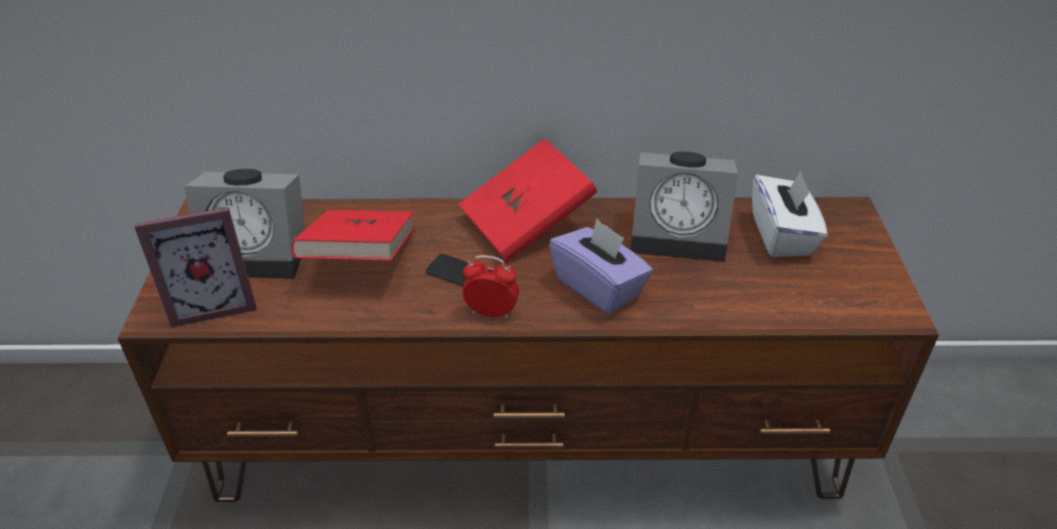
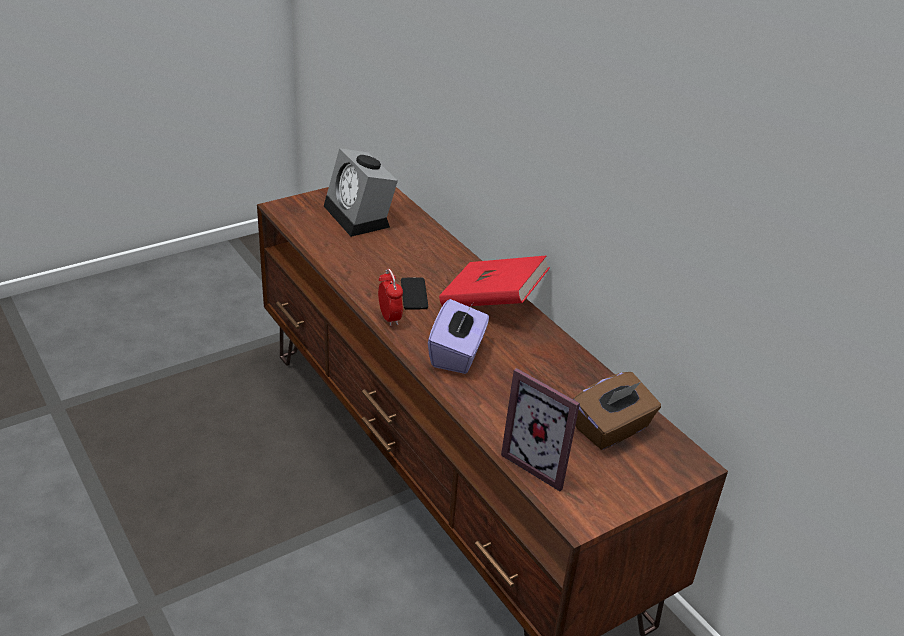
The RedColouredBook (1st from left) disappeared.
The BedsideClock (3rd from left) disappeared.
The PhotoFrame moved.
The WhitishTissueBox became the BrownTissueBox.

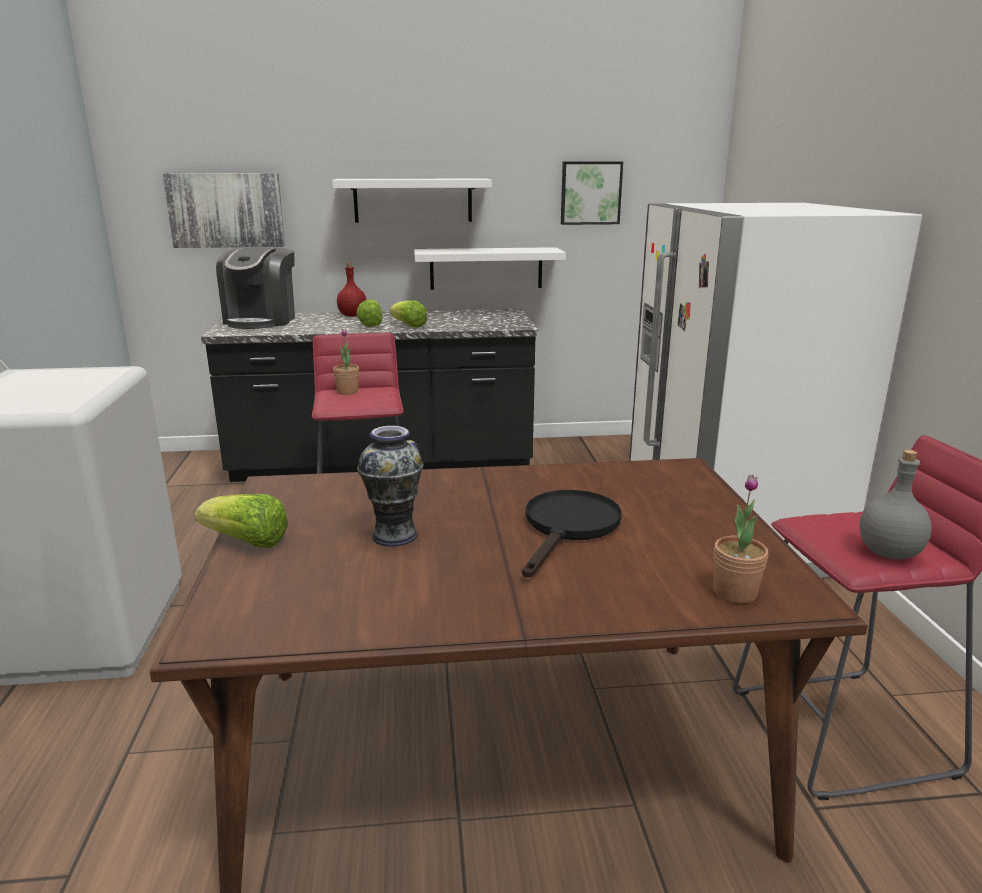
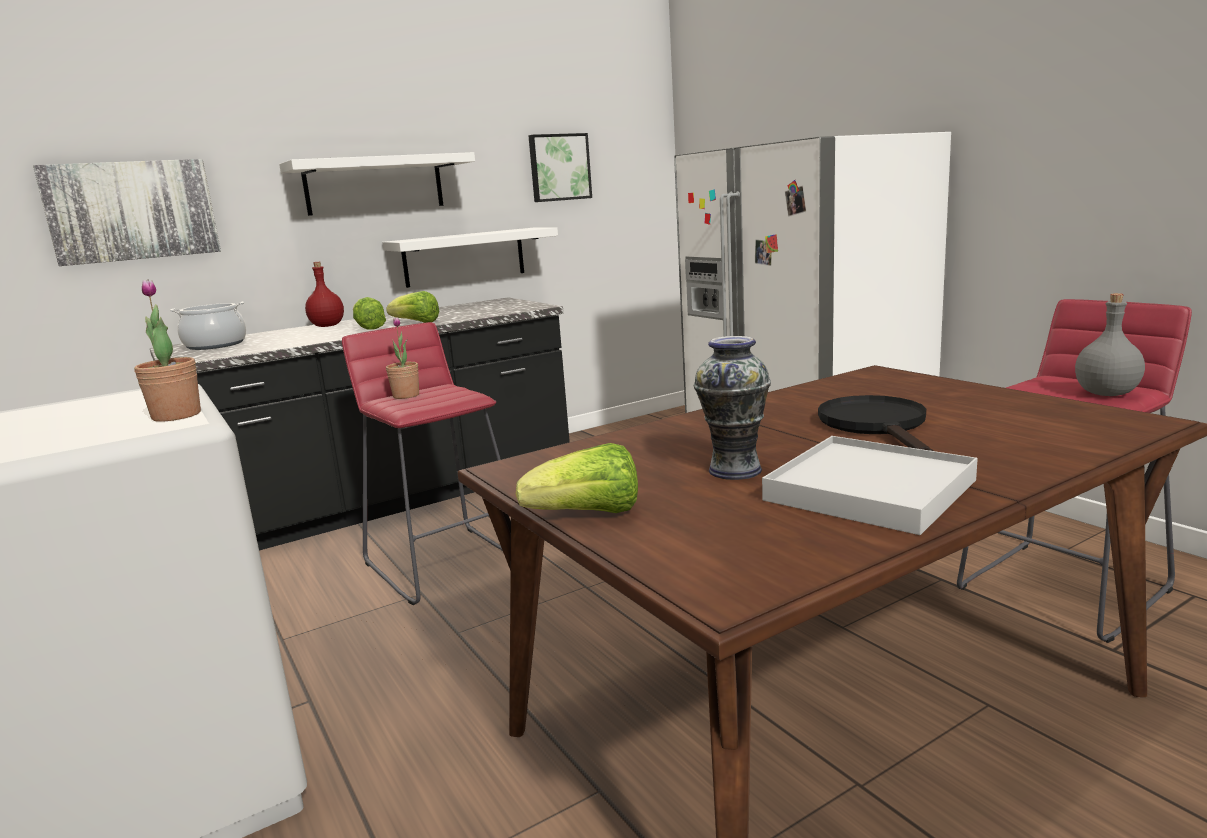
The WhitishTray appeared.
The PlantInAPot (2nd from left in the first image) moved.
The CoffeeMachine was replaced by the Saucepot.

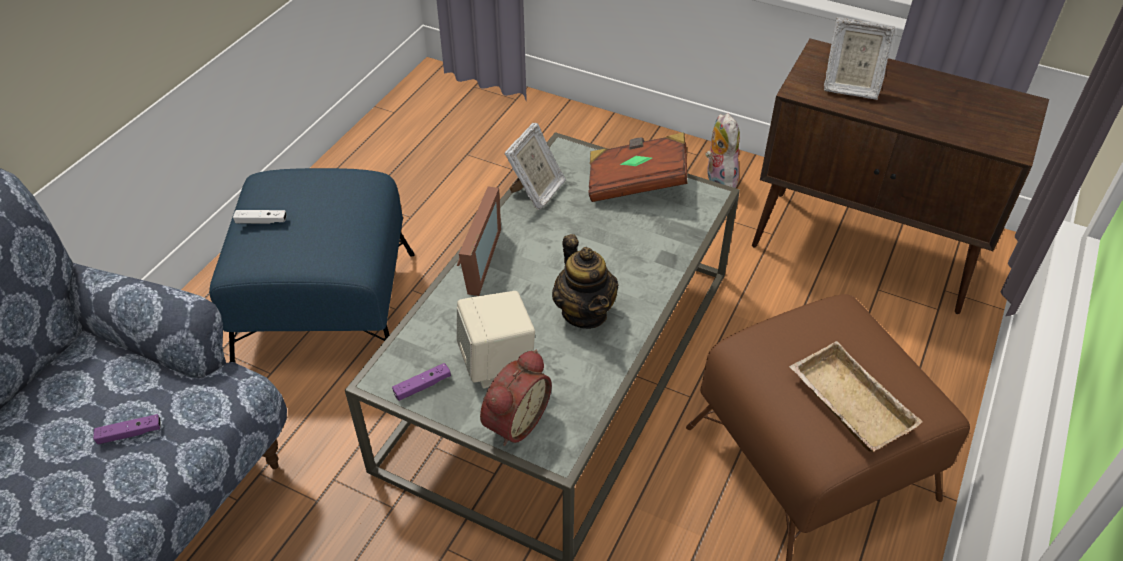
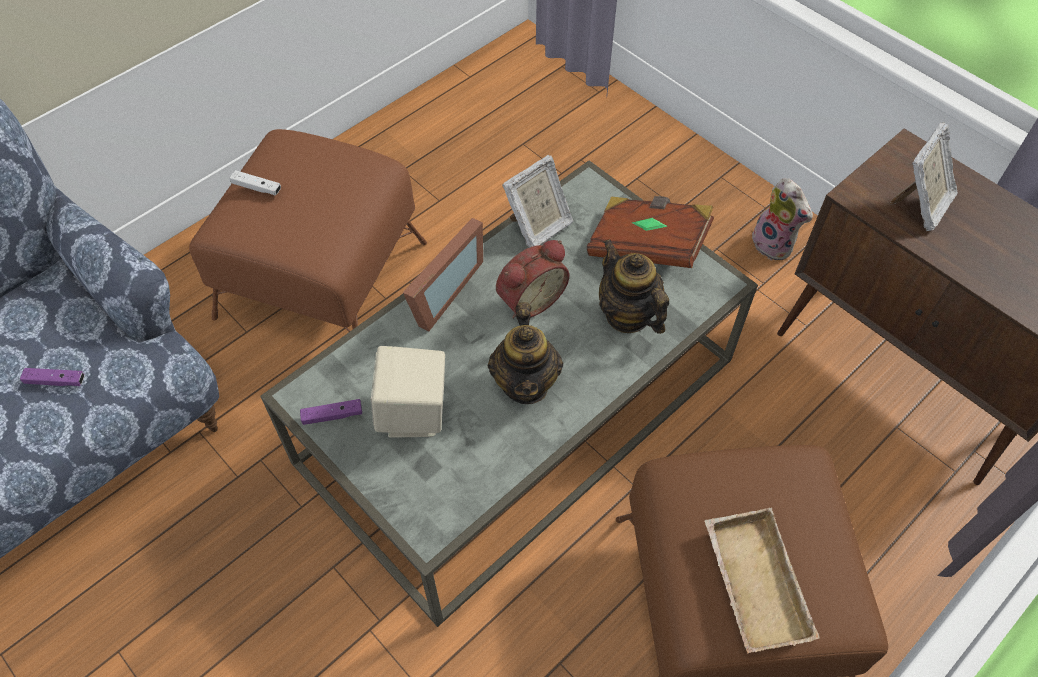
The Teapot (2nd from left) appeared.
The BedsideClock moved.
The BlueColouredPouffe became the BrownPouffe (1st from left).
The SoftToy turned 135 degrees clockwise.
The PhotoFrame (3rd from left) turned 90 degrees counterclockwise.

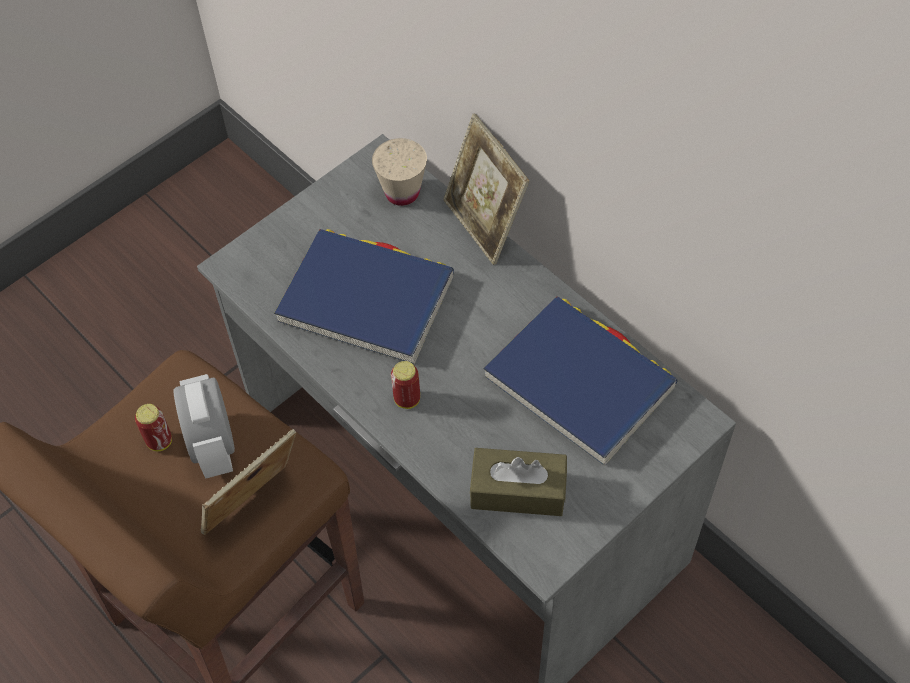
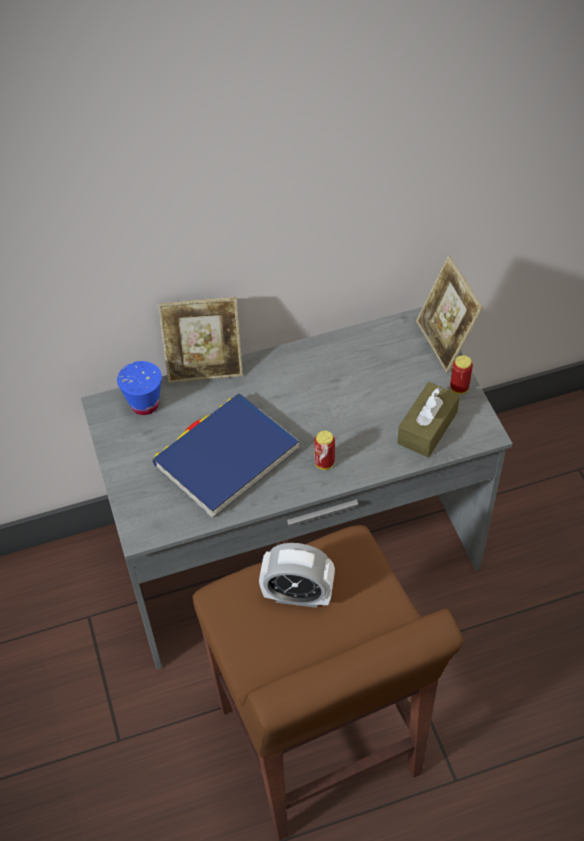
The BlueColouredBook (2nd from left) disappeared.
The MetalCan (1st from left in the first image) moved.
The PhotoFrame (1st from left in the first image) moved.
The SandColouredDrinkingCup became the BlueColouredDrinkingCup.

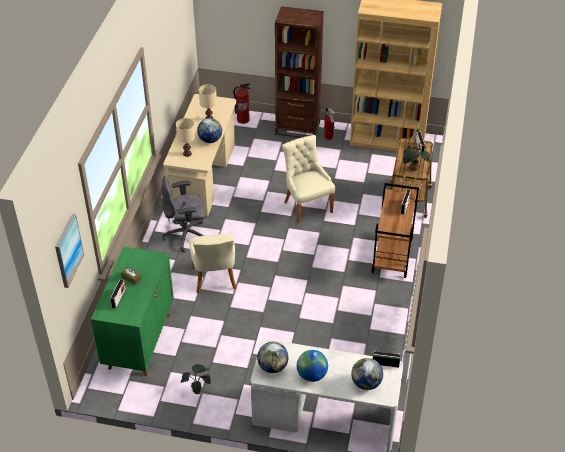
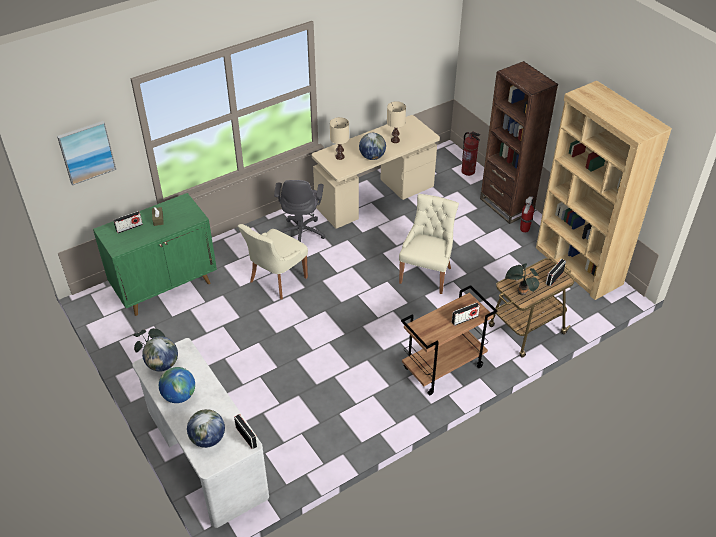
The GreyOfficeChair turned 120 degrees counterclockwise.

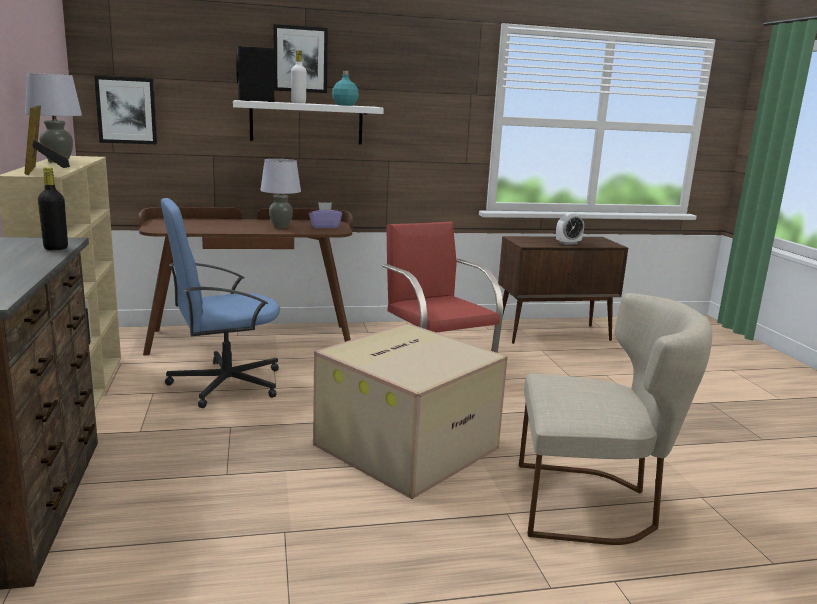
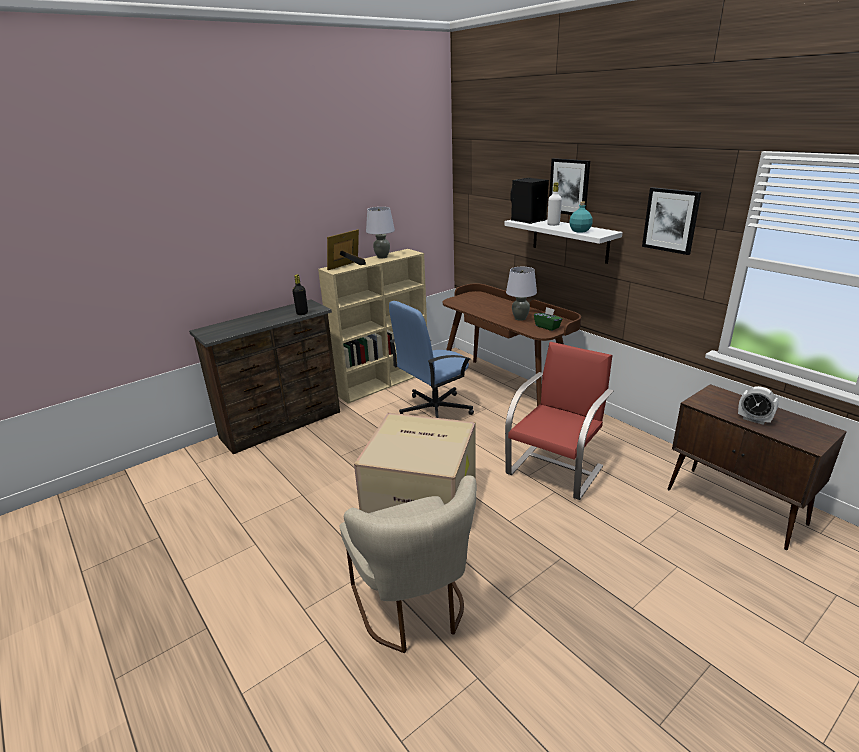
The WallArt (1st from left in the first image) moved.
The PurpleTissueBox became the GreenTissueBox.
The BlueColouredOfficeChair turned 75 degrees counterclockwise.

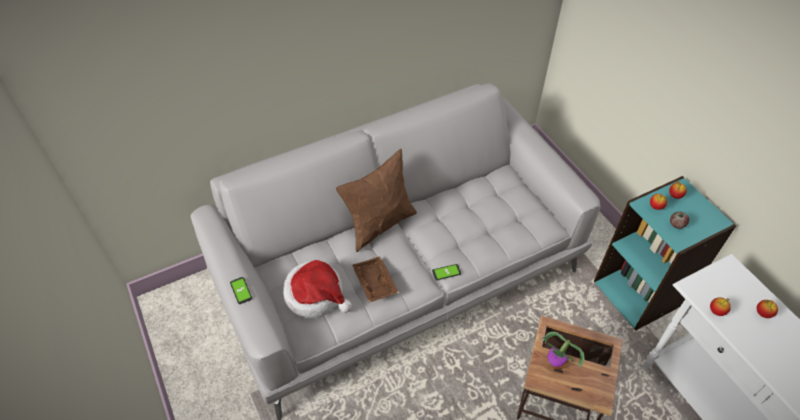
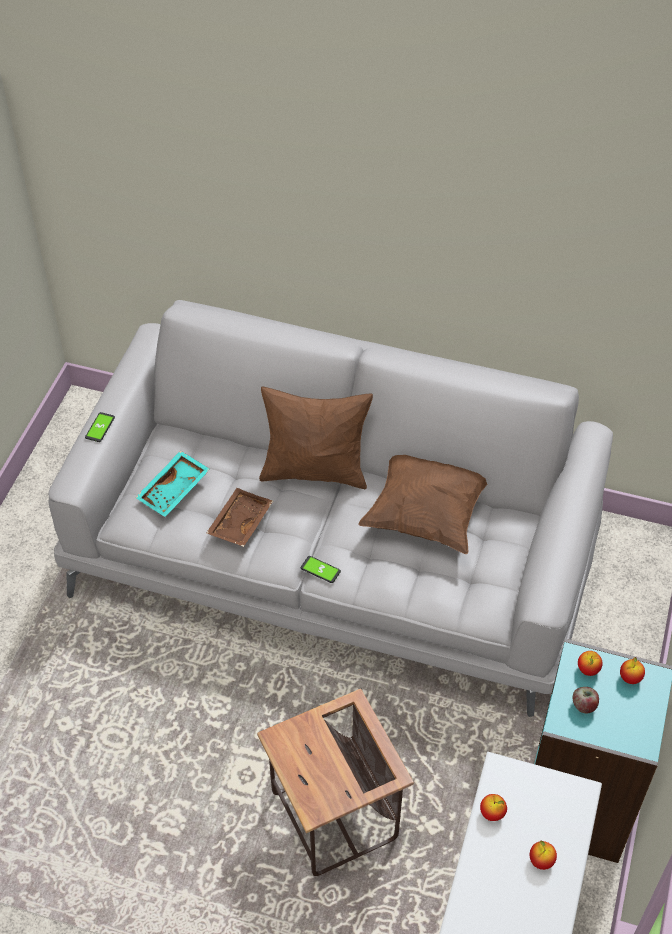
The PlantInAPot disappeared.
The BrownPillow (2nd from left) appeared.
The WearableHat was replaced by the TurquoiseTray.

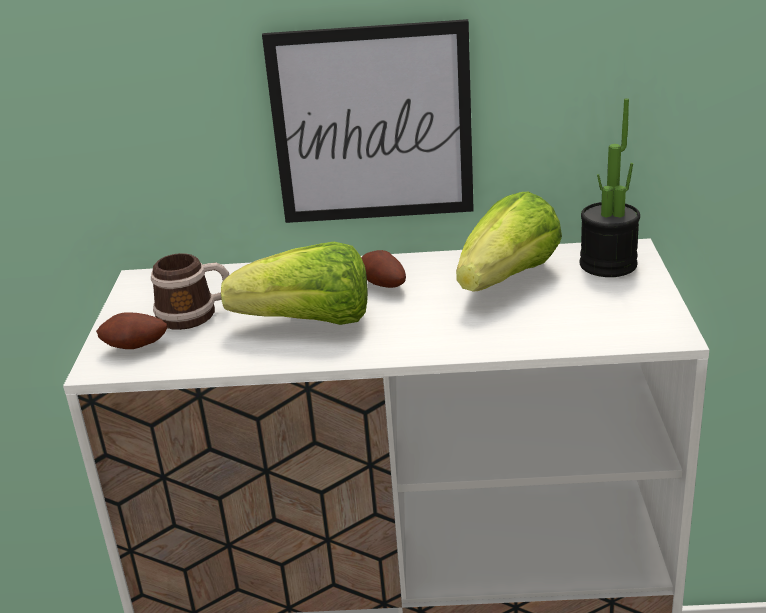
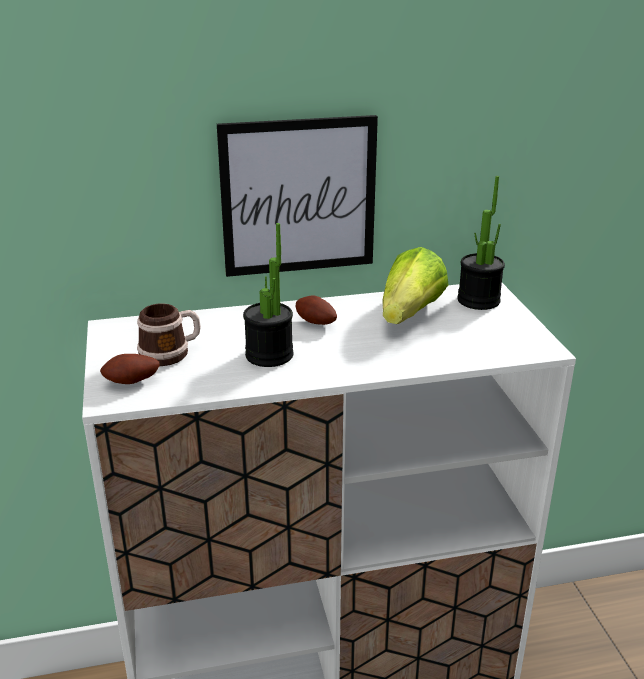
The LettuceHead (1st from left) was replaced by the PlantInAPot (1st from left).

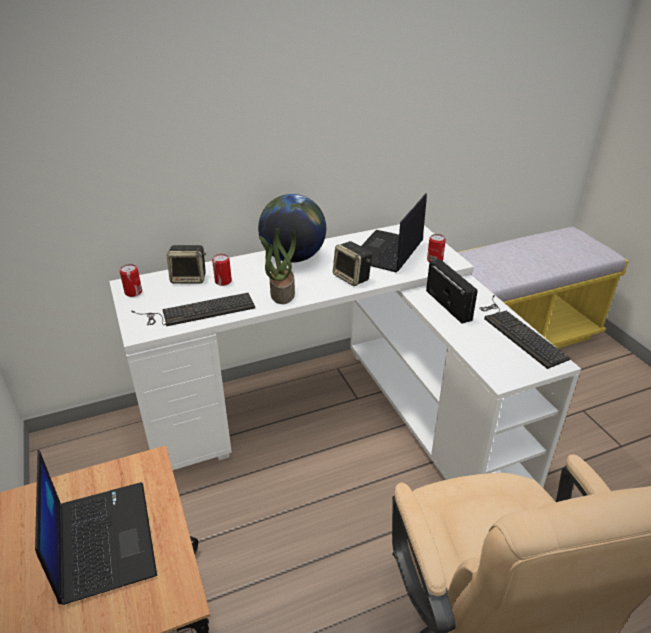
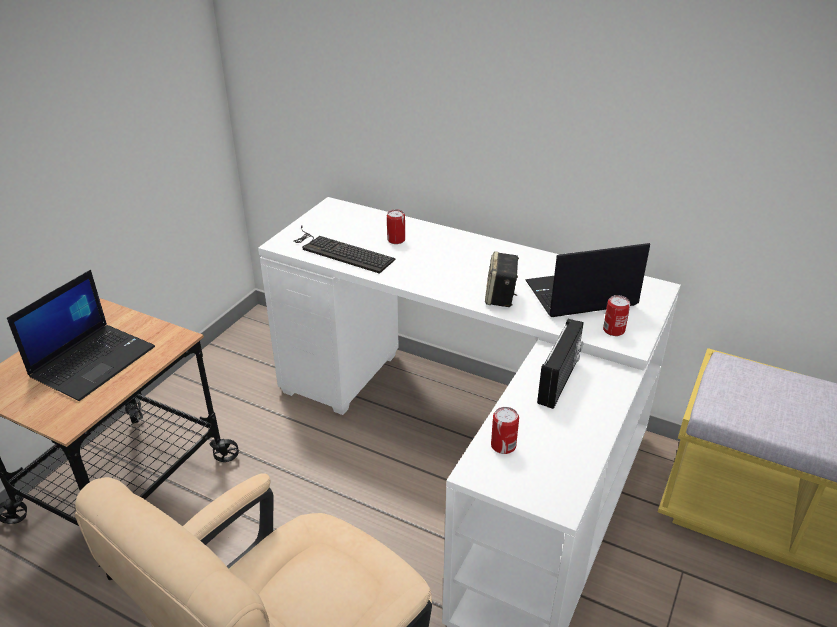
The Loudspeaker (1st from left) disappeared.
The Globe disappeared.
The PlantInAPot disappeared.
The PcKeyboard (2nd from left) disappeared.
The MetalCan (1st from left in the first image) moved.

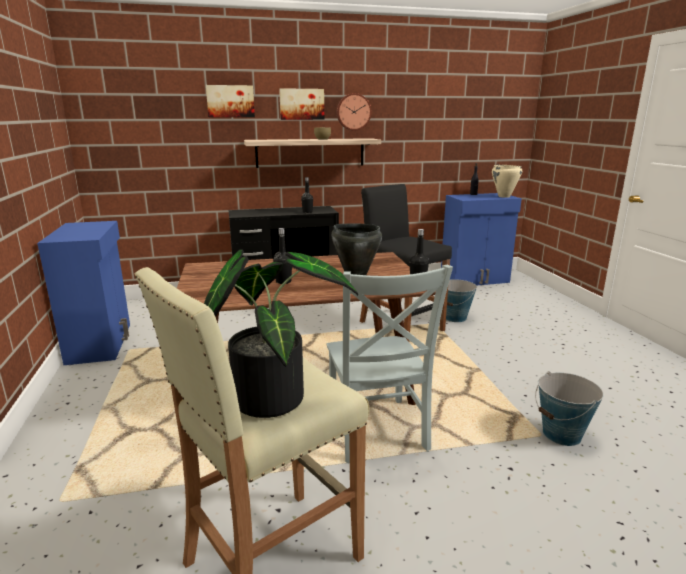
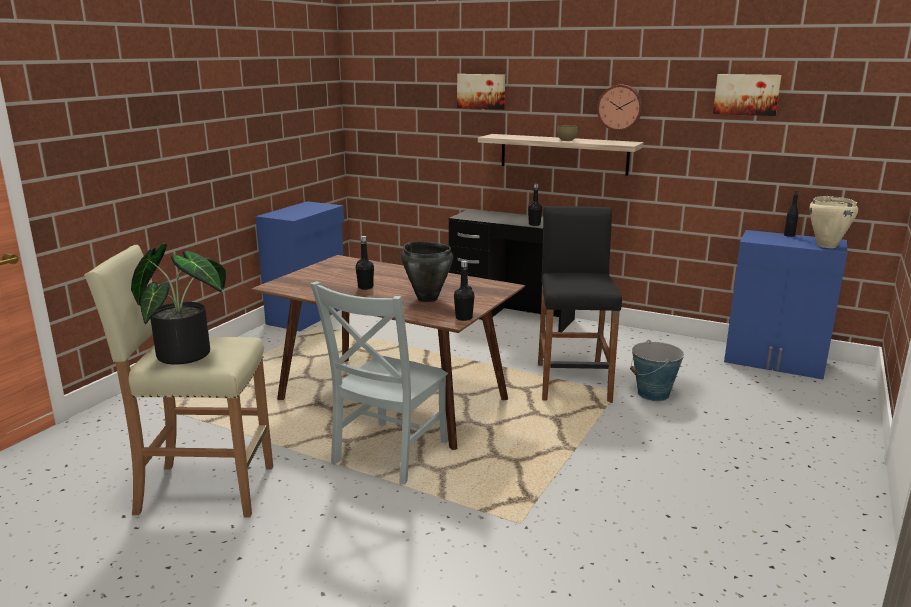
The Bucket (2nd from left) disappeared.
The WallArt (2nd from left) moved.

